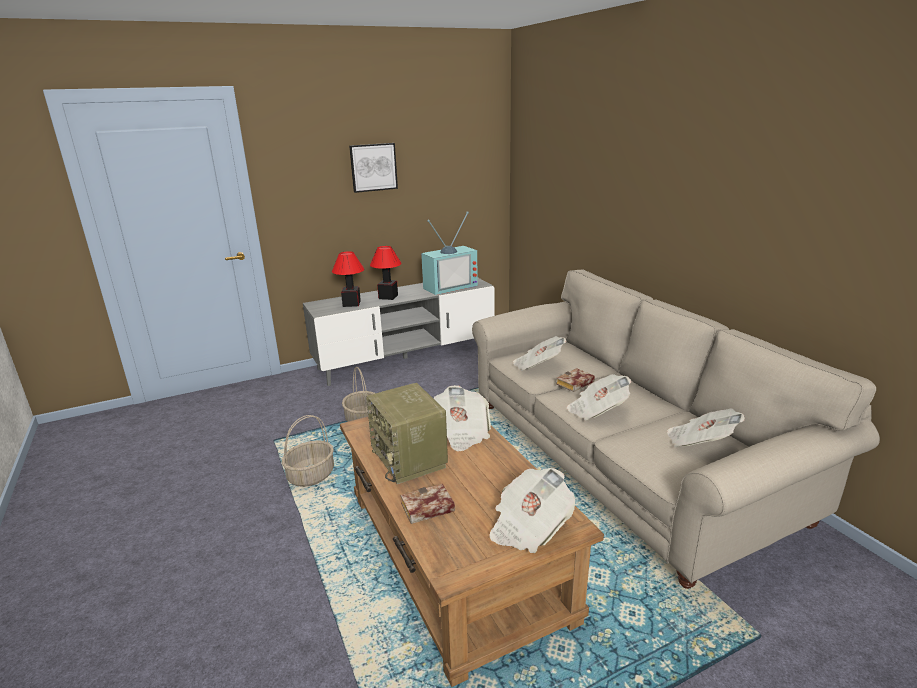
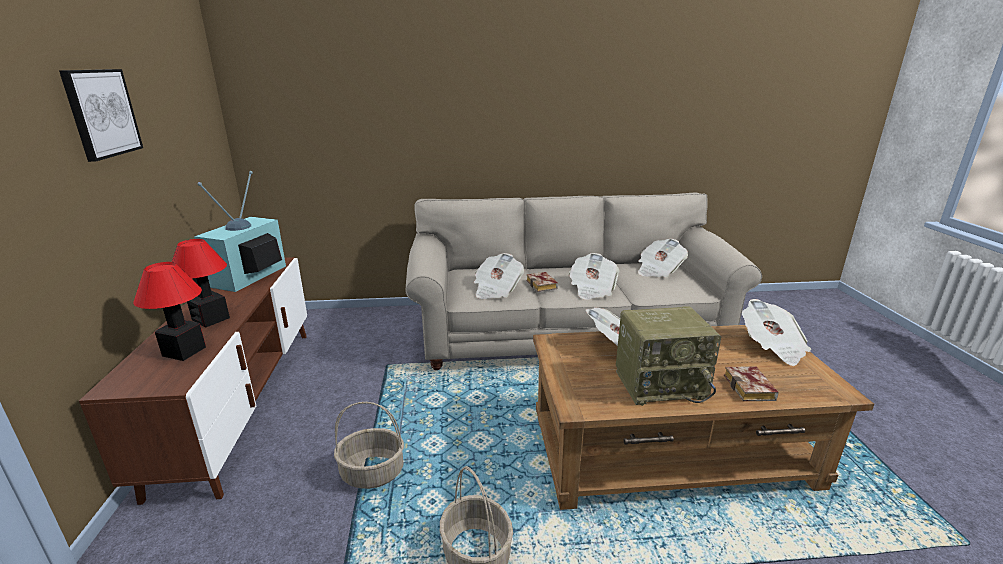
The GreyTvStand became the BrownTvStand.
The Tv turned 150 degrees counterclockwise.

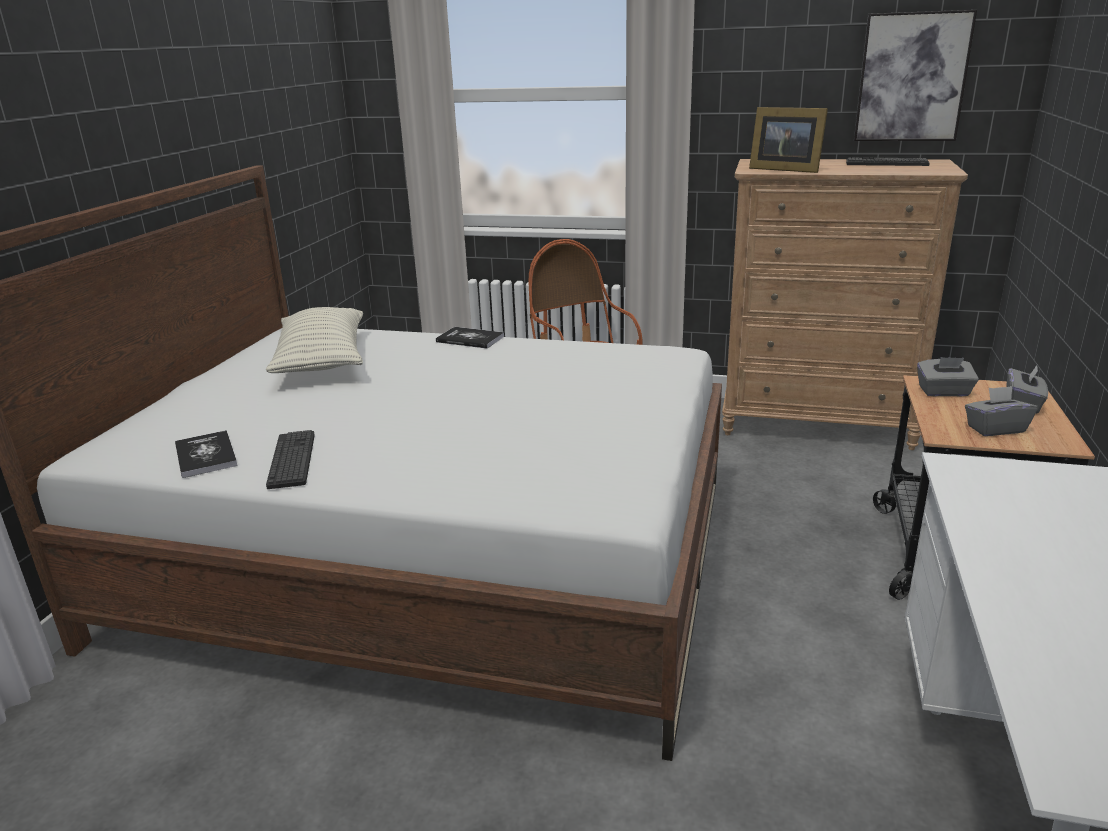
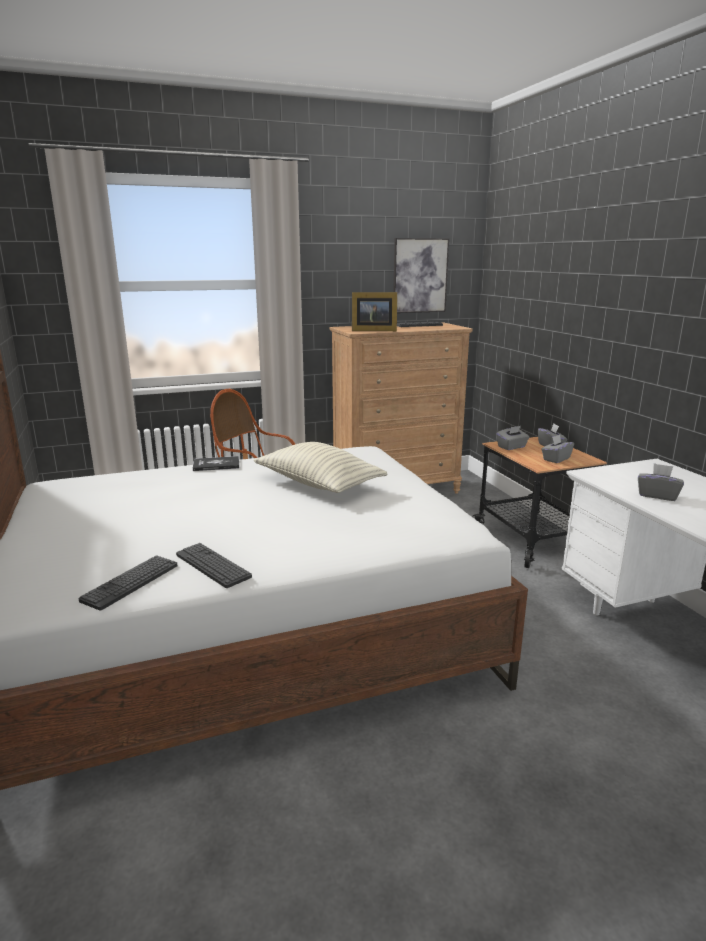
The GreyTissueBox (4th from left) appeared.
The Pillow moved.
The Book (1st from left) was replaced by the PcKeyboard (1st from left).

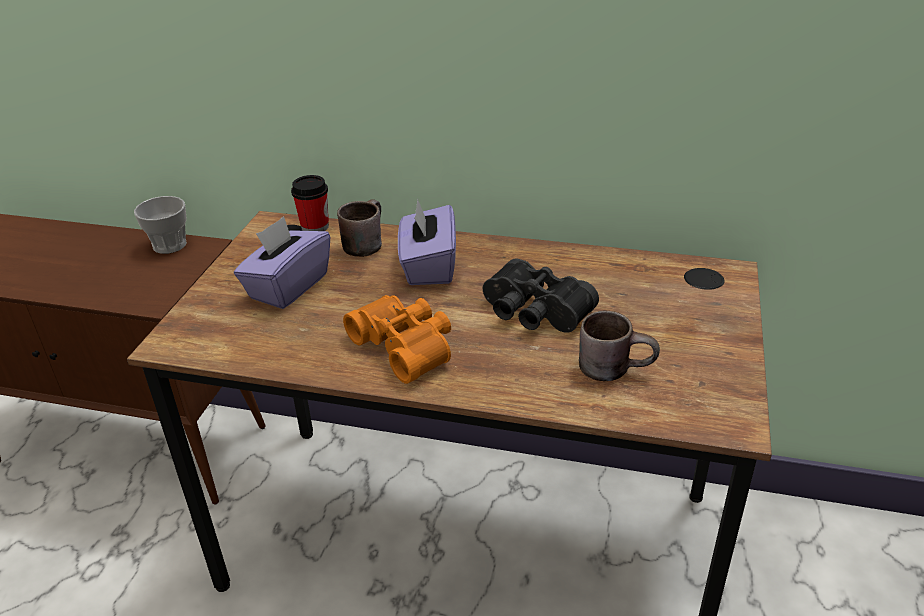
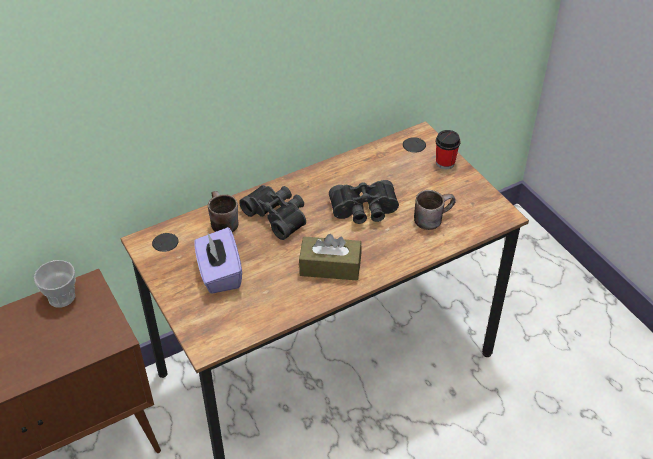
The DrinkingCup (2nd from left) moved.
The OrangeColouredFieldGlasses was replaced by the BrownTissueBox.
The PurpleTissueBox (2nd from left) was replaced by the BlackishFieldGlasses (1st from left).

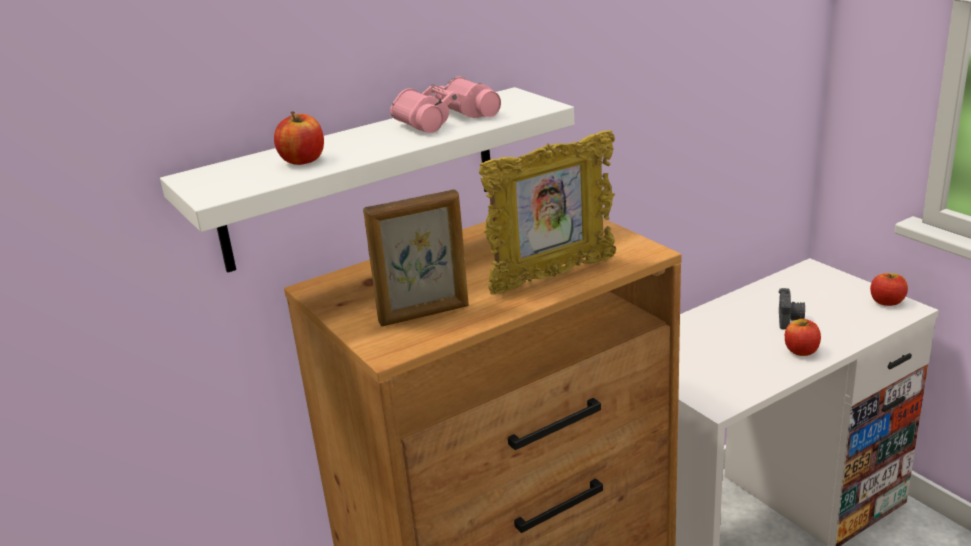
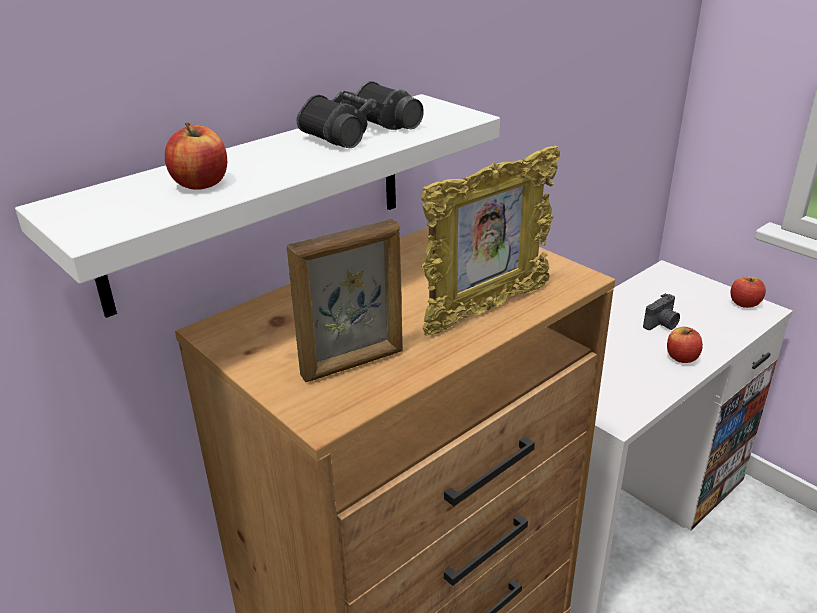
The PinkFieldGlasses became the BlackishFieldGlasses.
The PhotoCamera turned 45 degrees clockwise.

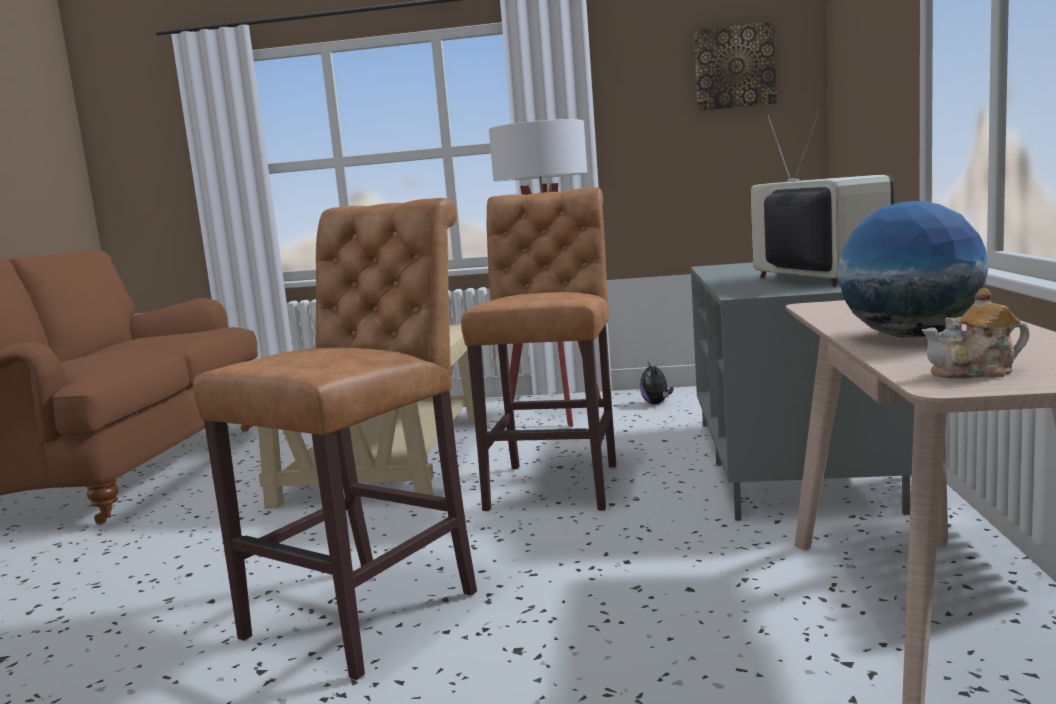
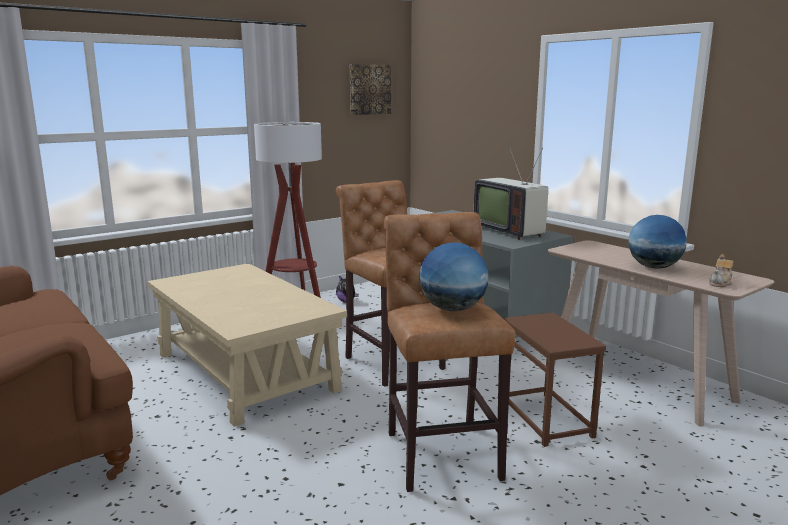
The Globe (1st from left) appeared.
The BrownSideTable appeared.
The Tv turned 150 degrees counterclockwise.

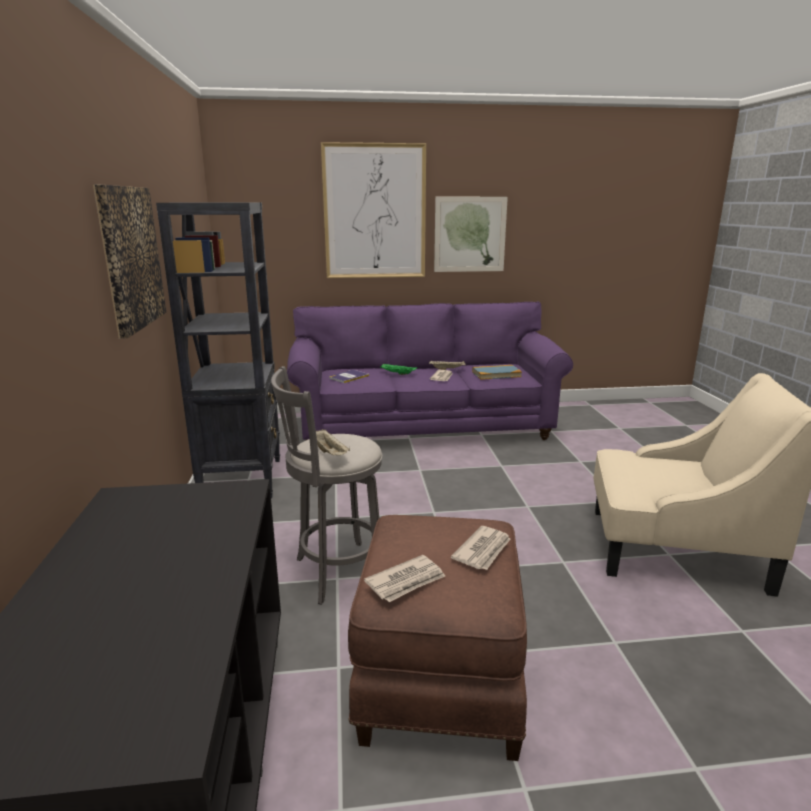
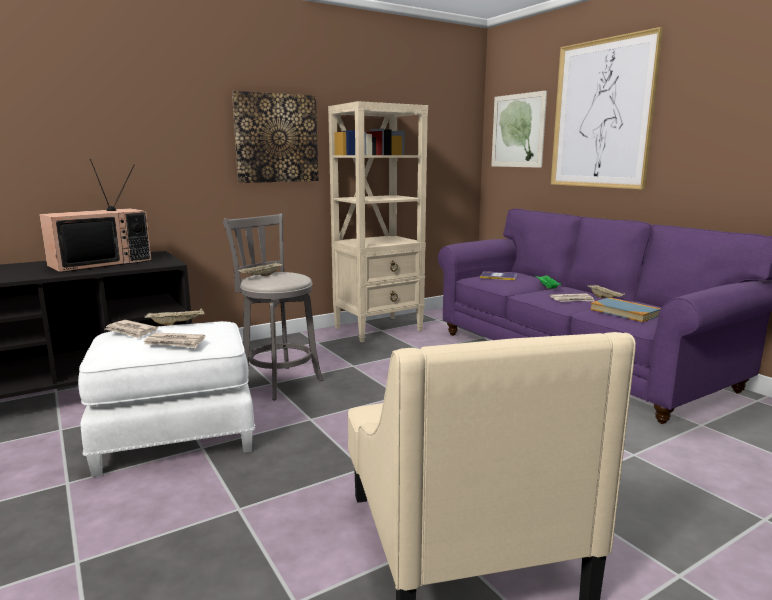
The Tv appeared.
The SandColouredTray (1st from left) appeared.
The WallArt (3rd from left in the first image) moved.
The BlackishBookcase became the SandColouredBookcase.
The BrownPouffe became the WhitishPouffe.

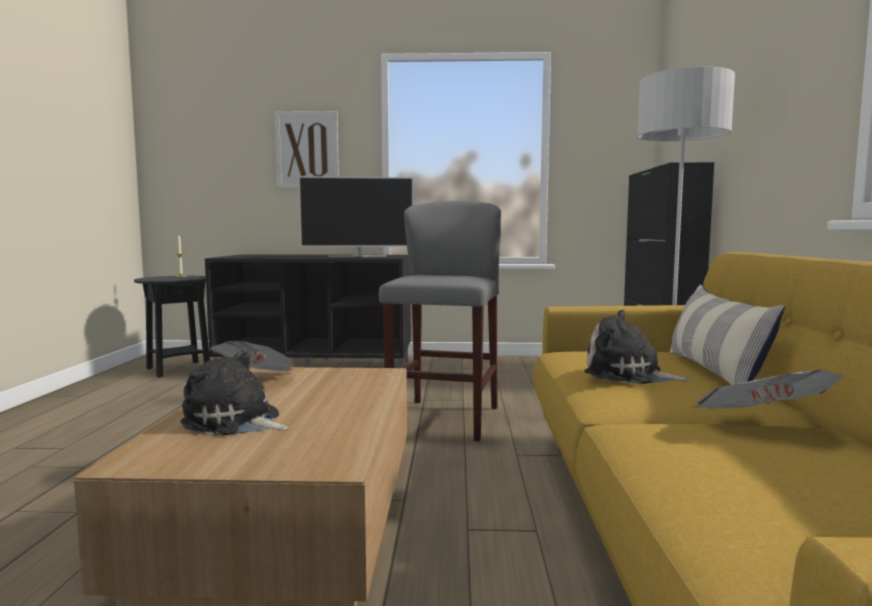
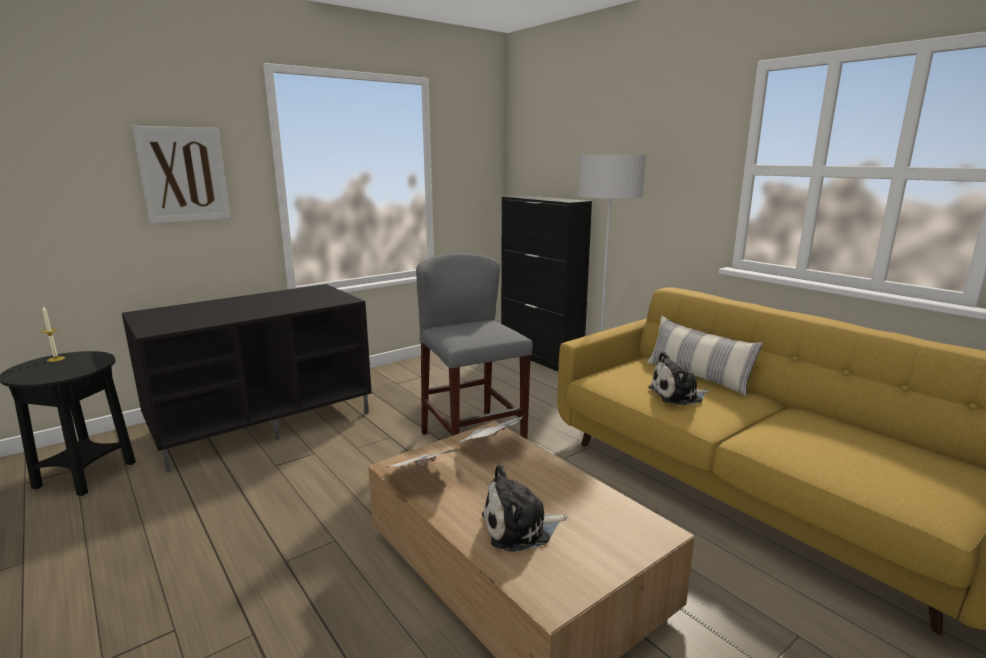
The Tv disappeared.
The PrintedPaper (2nd from left) moved.

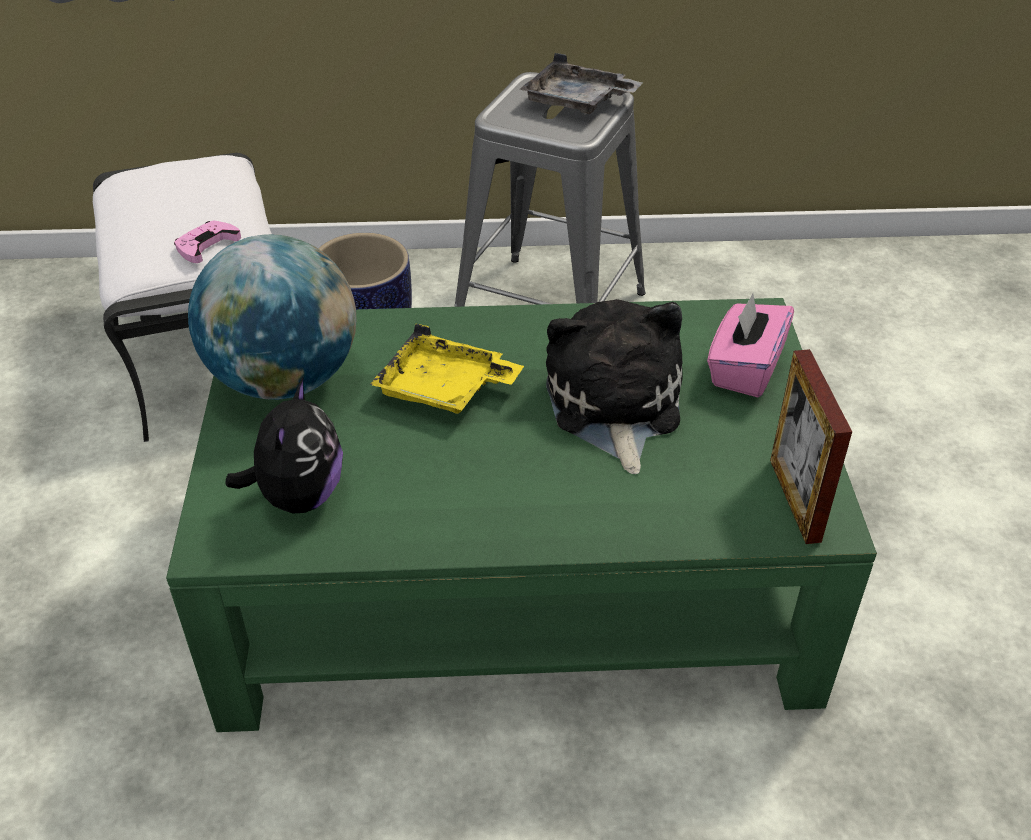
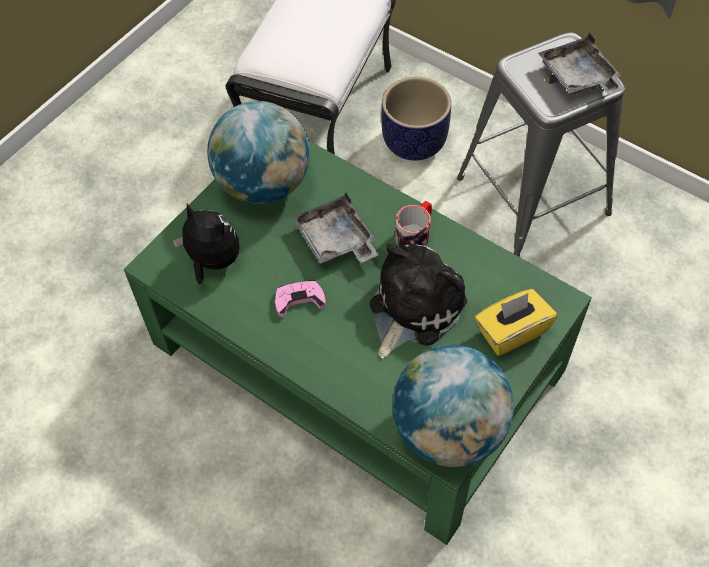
The CoffeeMug appeared.
The PinkGamepad moved.
The PhotoFrame was replaced by the Globe (2nd from left).
The YellowColouredTray became the GreyTray (1st from left).
The PinkTissueBox became the YellowColouredTissueBox.
The SoftToy (1st from left) turned 105 degrees counterclockwise.

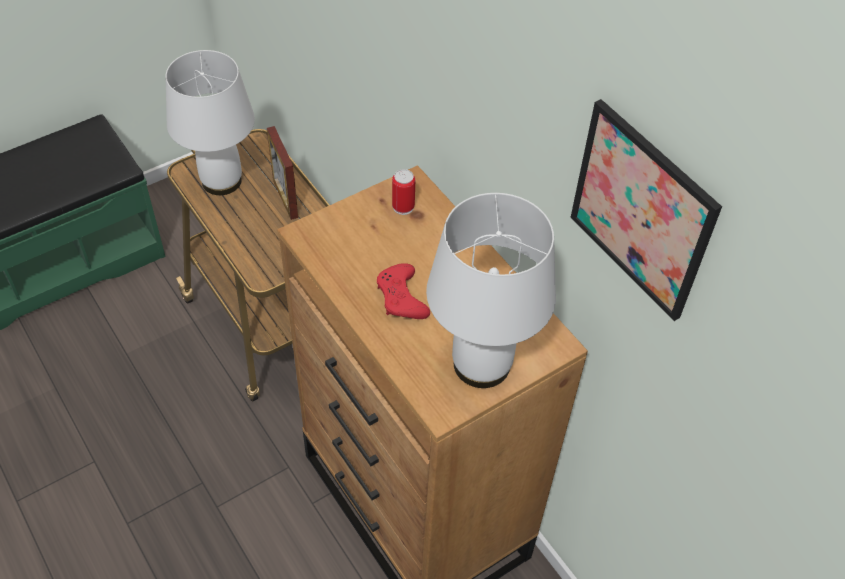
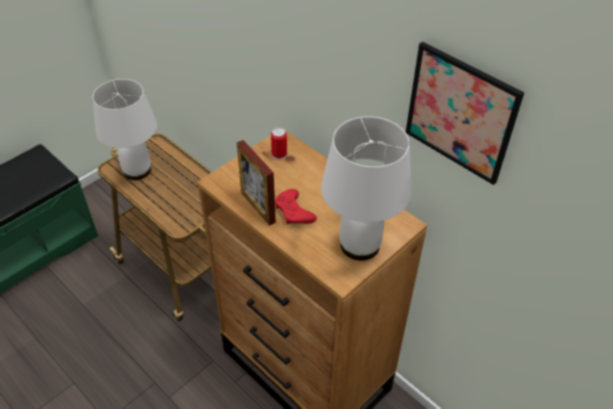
The PhotoFrame moved.

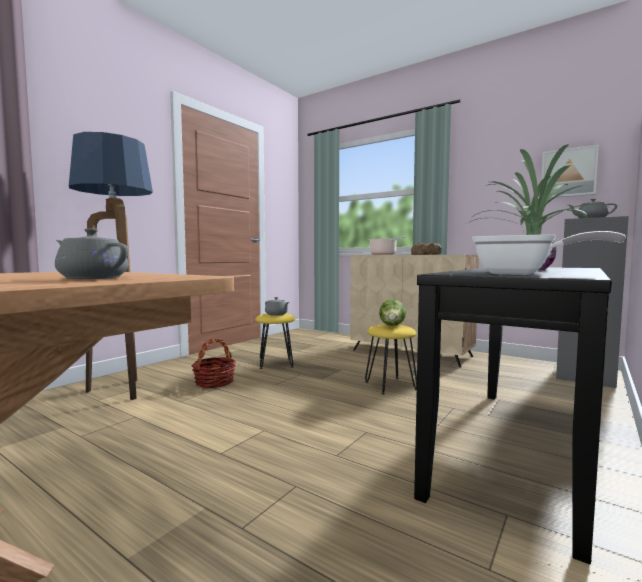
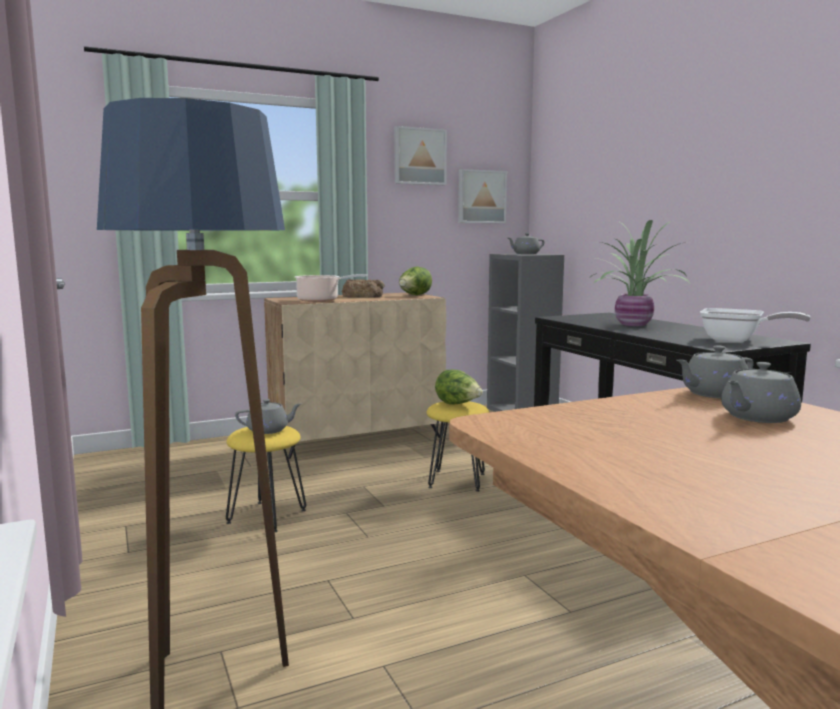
The StorageBasket disappeared.
The WallArt (1st from left) appeared.
The LettuceHead (1st from left) appeared.
The GreyTeapot (3rd from left) appeared.
The Pan turned 60 degrees clockwise.

